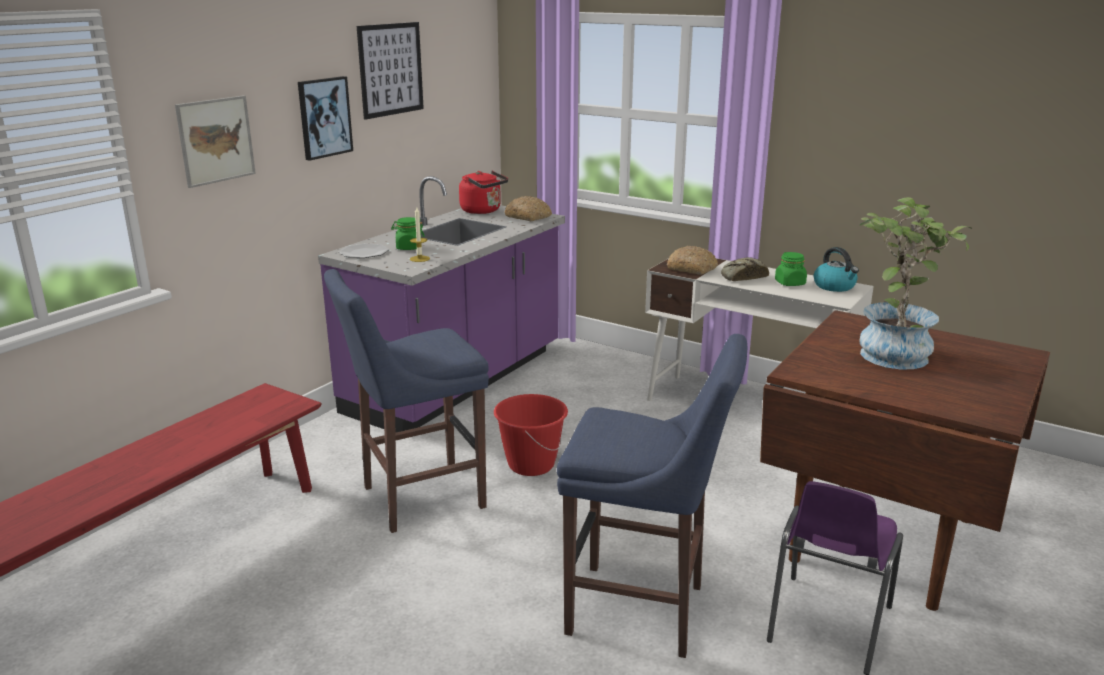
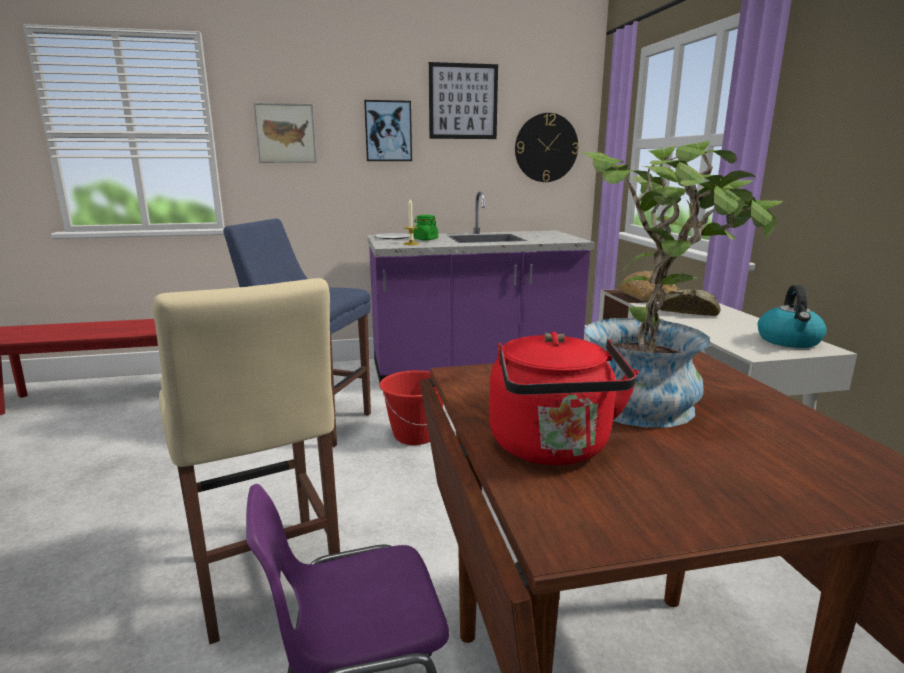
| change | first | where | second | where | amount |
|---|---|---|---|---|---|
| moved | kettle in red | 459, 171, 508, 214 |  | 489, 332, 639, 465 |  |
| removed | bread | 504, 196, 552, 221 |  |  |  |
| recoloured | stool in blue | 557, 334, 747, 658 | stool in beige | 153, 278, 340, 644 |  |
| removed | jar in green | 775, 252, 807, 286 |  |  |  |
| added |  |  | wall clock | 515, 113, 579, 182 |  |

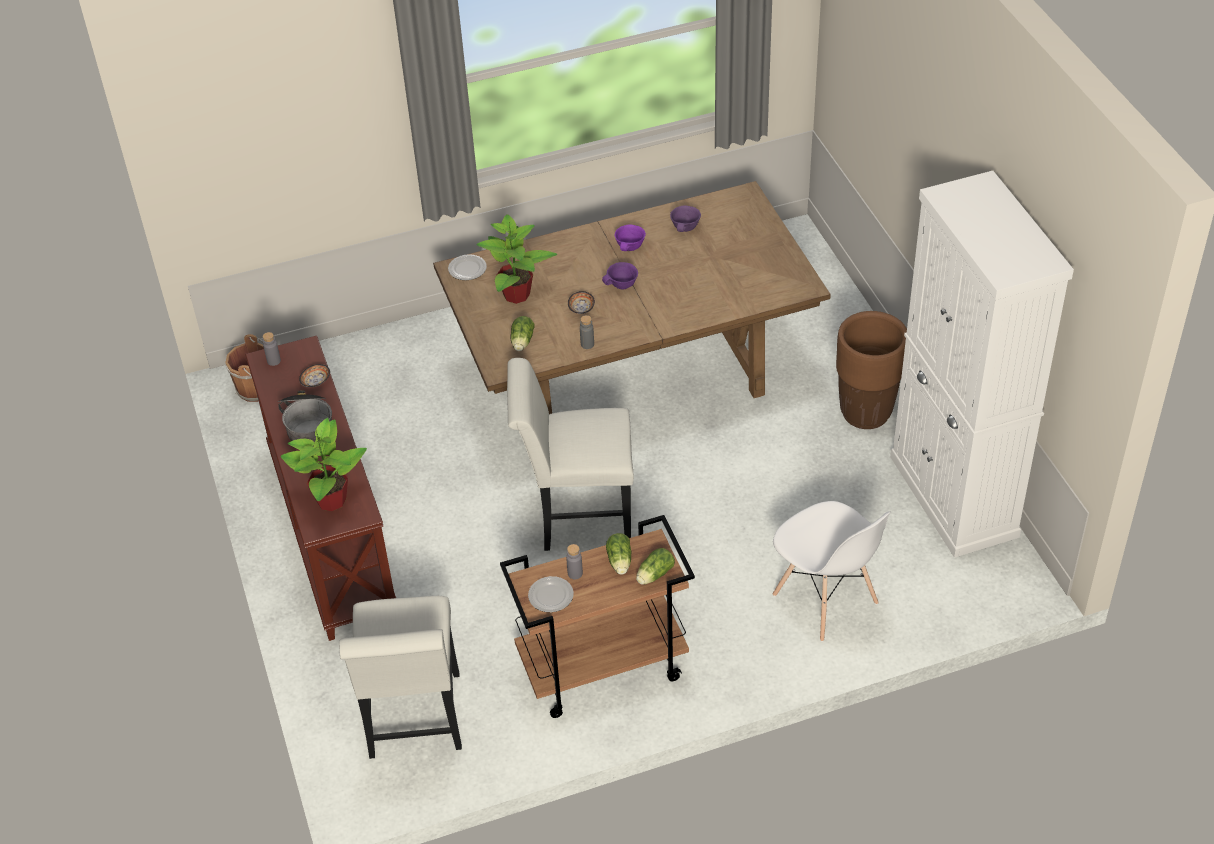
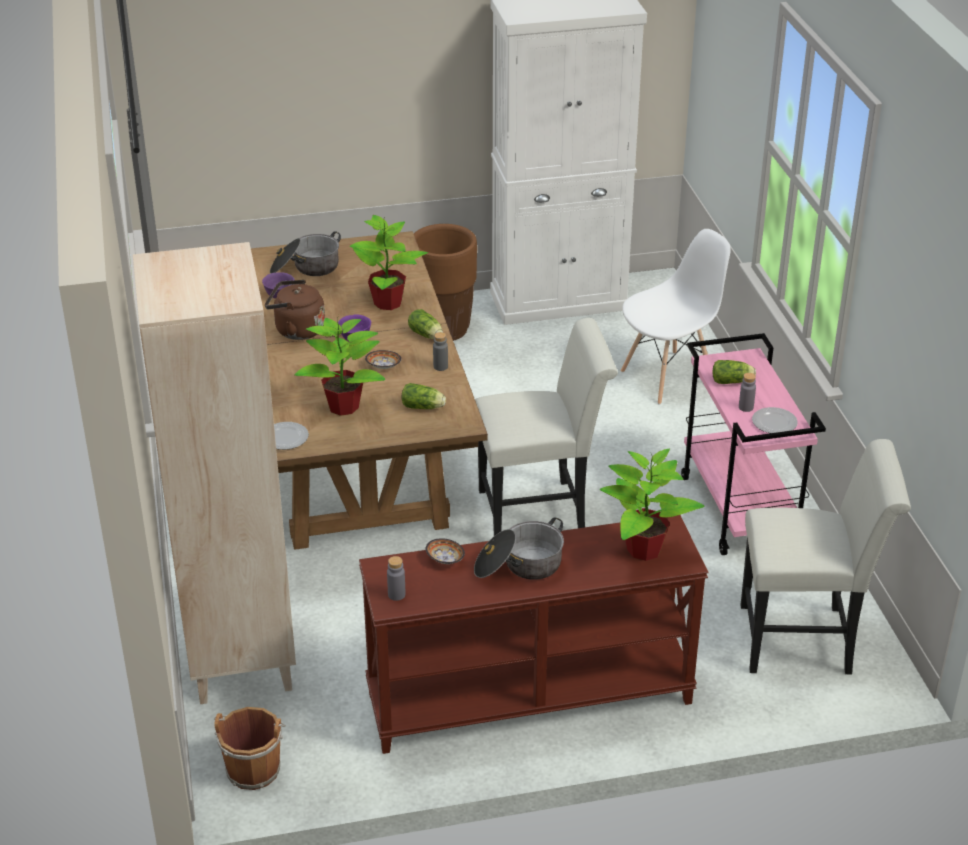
| change | first | where | second | where | amount |
|---|---|---|---|---|---|
| recoloured | cart in brown | 500, 515, 695, 718 | cart in pink | 681, 333, 826, 555 |  |
| turned | chair in white | 507, 358, 634, 551 |  | 475, 318, 618, 536 | 105 degrees counterclockwise |
| replaced | bowl in purple | 614, 225, 646, 251 | kettle in brown | 265, 280, 325, 340 |  |
| moved | lettuce | 636, 548, 675, 585 |  | 408, 309, 443, 339 |  |
| added |  |  | bookcase in beige | 133, 242, 296, 704 |  |
| added |  |  | cooking pot | 270, 232, 341, 276 |  |
| added |  |  | potted plant | 349, 215, 428, 310 |  |

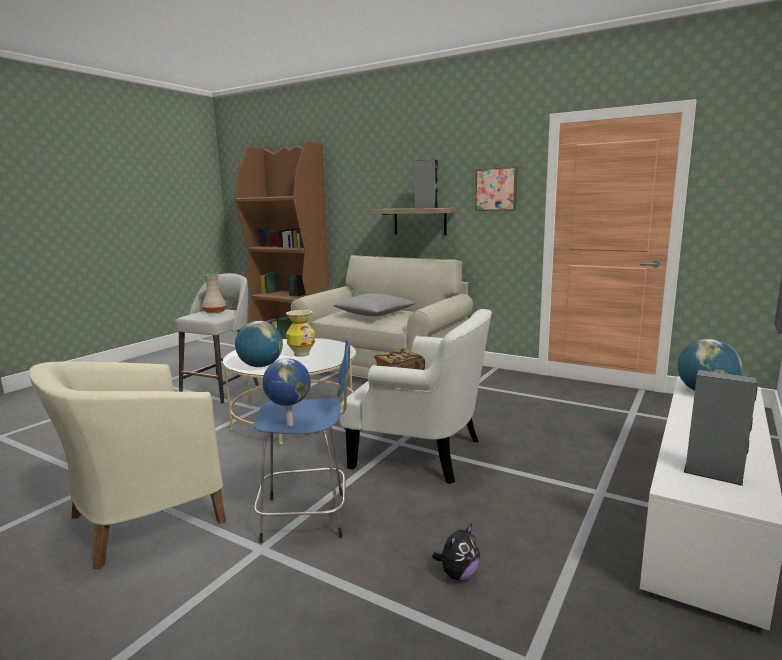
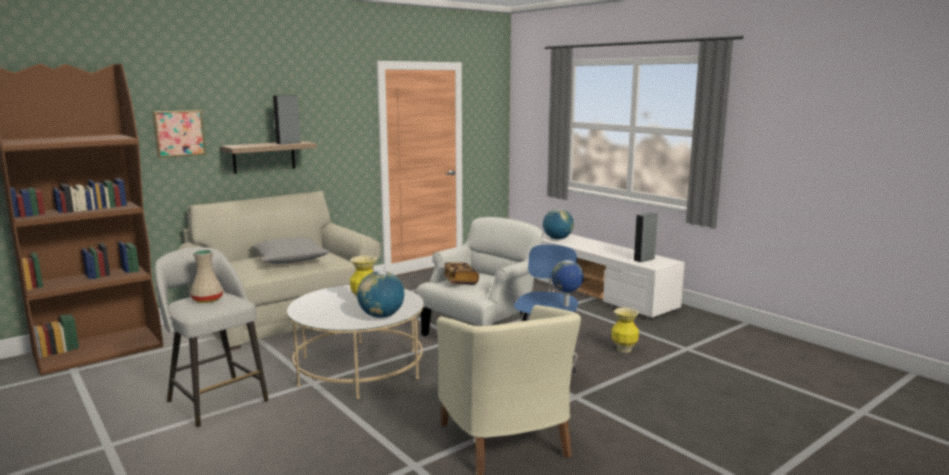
| change | first | where | second | where | amount |
|---|---|---|---|---|---|
| replaced | plush toy | 432, 523, 480, 581 | vase | 611, 308, 639, 353 |  |
| moved | picture | 475, 167, 518, 211 |  | 153, 110, 206, 158 |  |

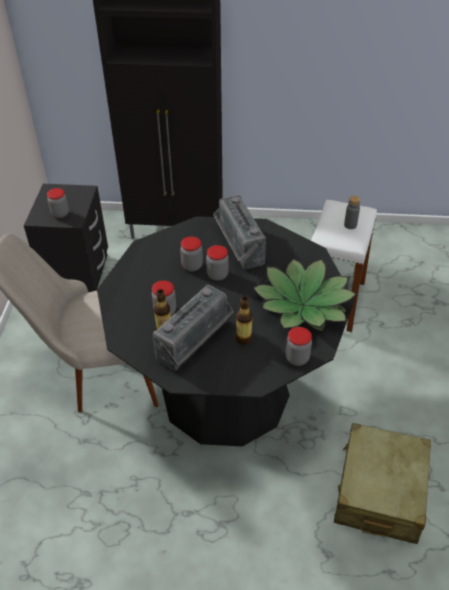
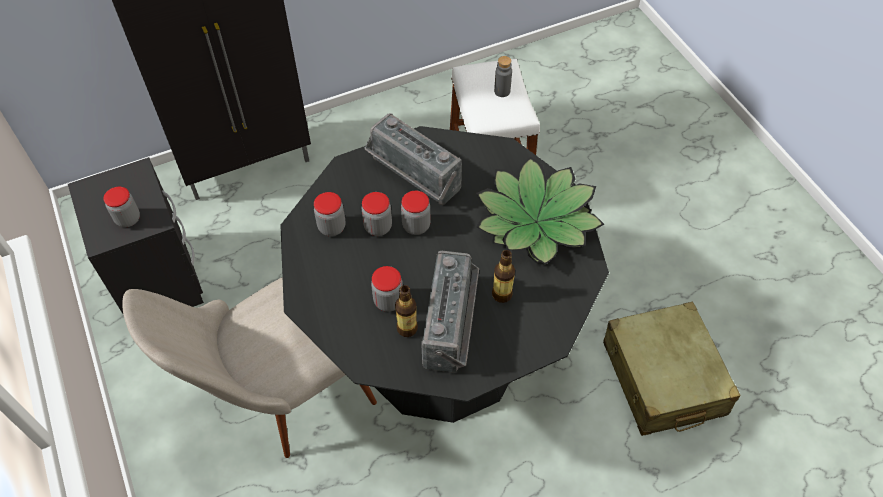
| change | first | where | second | where | amount |
|---|---|---|---|---|---|
| moved | jar | 285, 327, 312, 366 |  | 314, 192, 346, 236 |  |

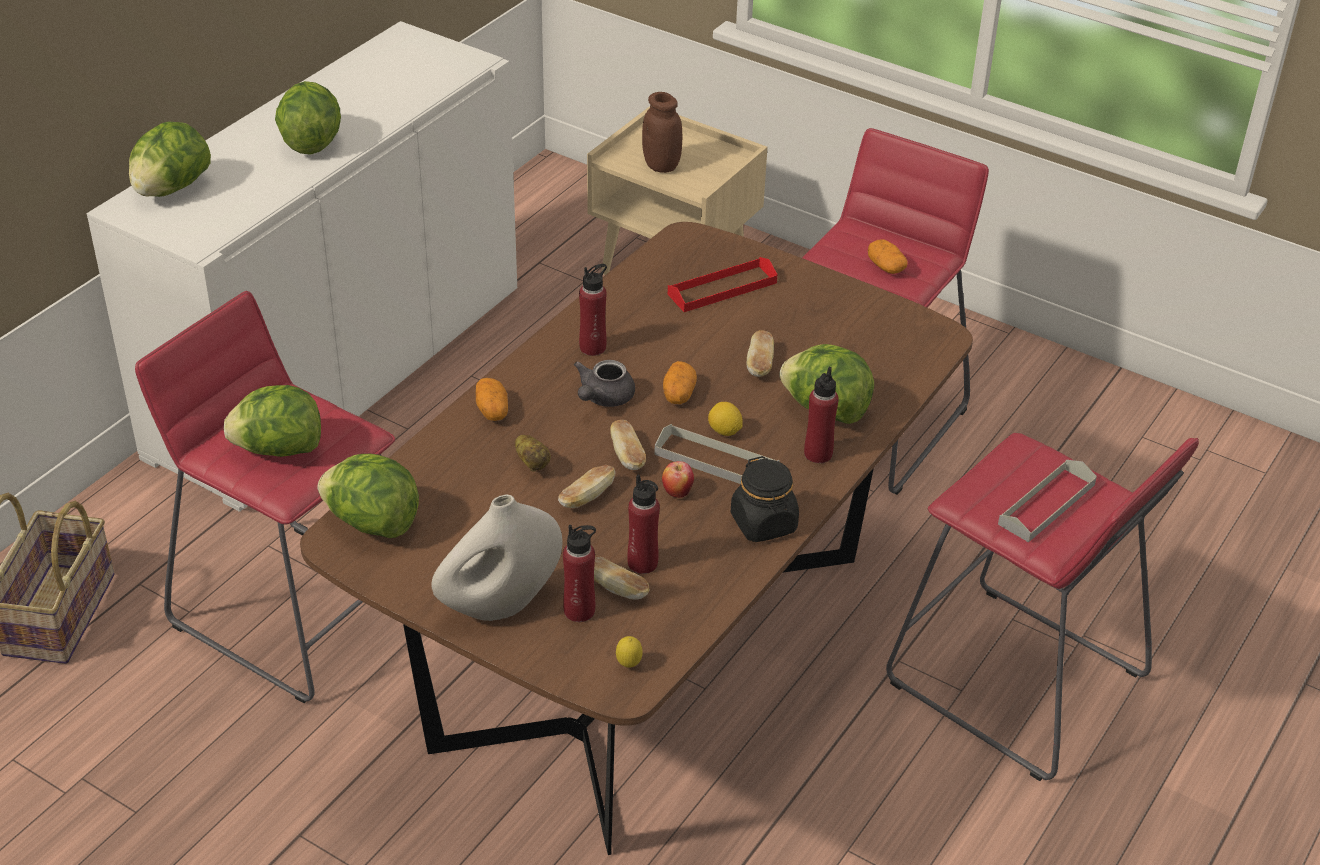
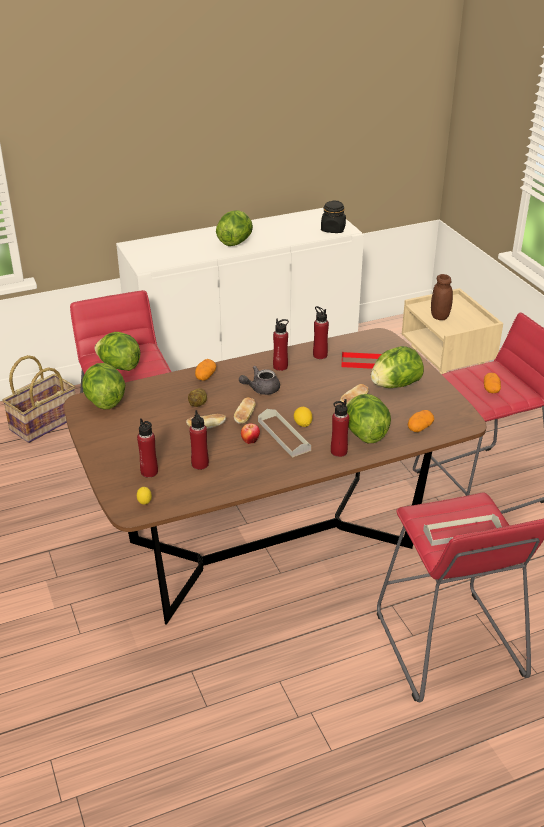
| change | first | where | second | where | amount |
|---|---|---|---|---|---|
| moved | lettuce | 129, 122, 211, 197 |  | 371, 346, 424, 388 |  |
| removed | vase in white | 431, 494, 562, 621 |  |  |  |
| removed | bread | 594, 555, 650, 600 |  |  |  |
| moved | potato | 663, 361, 697, 404 |  | 408, 410, 434, 432 |  |
| moved | jar in black | 731, 456, 799, 542 |  | 321, 200, 346, 233 |  |
| added |  |  | bottle in red | 313, 306, 329, 359 |  |

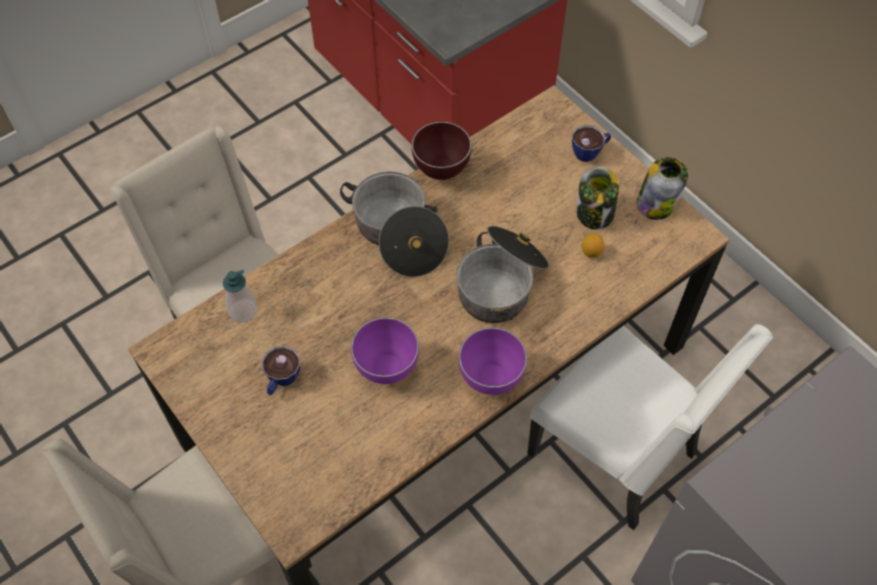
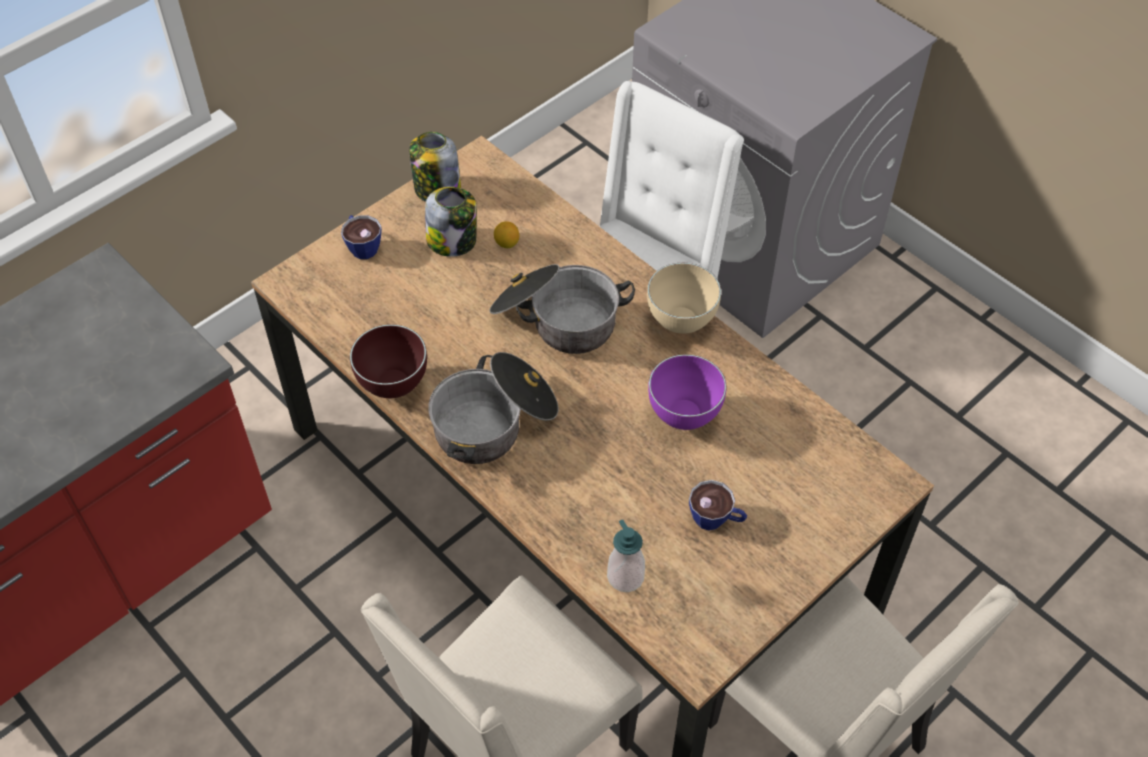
| change | first | where | second | where | amount |
|---|---|---|---|---|---|
| recoloured | bowl in purple | 459, 327, 527, 395 | bowl in beige | 647, 263, 721, 334 |  |

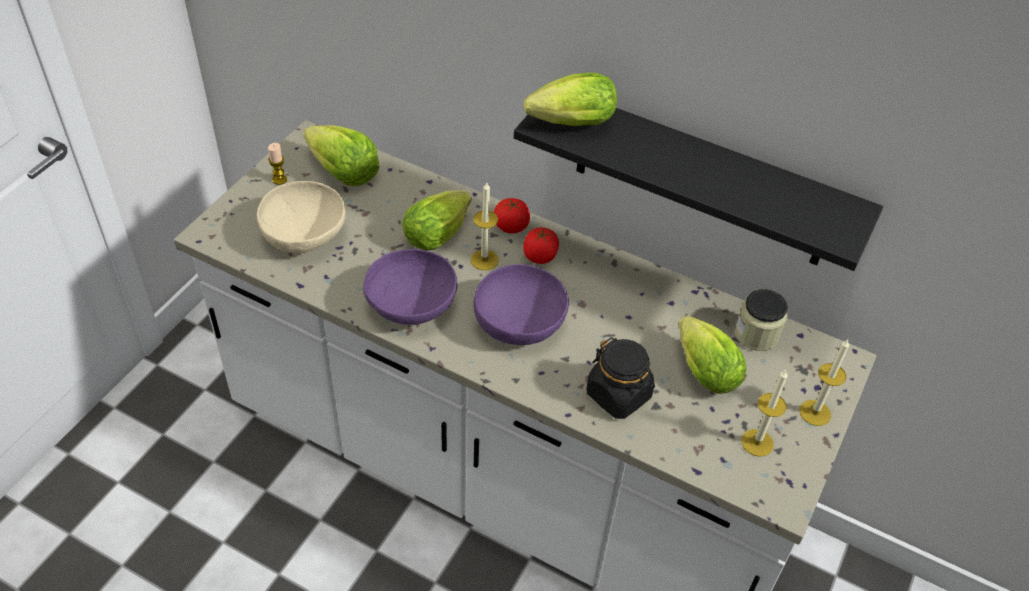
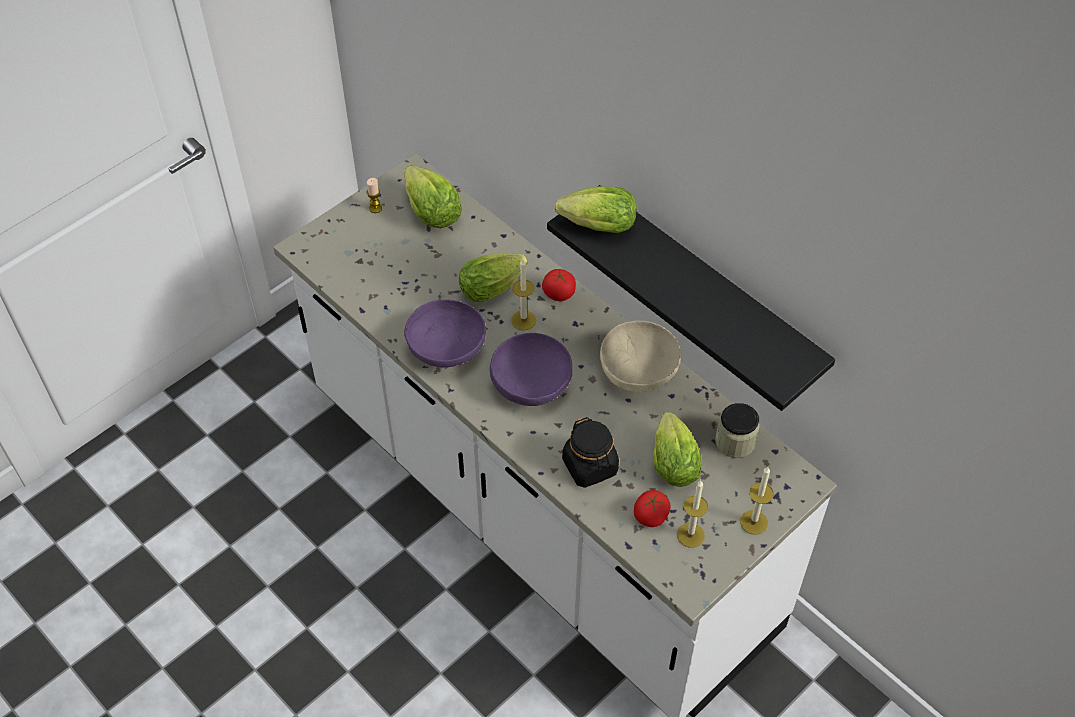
| change | first | where | second | where | amount |
|---|---|---|---|---|---|
| moved | bowl in beige | 257, 181, 345, 253 |  | 600, 321, 681, 392 |  |
| moved | tomato | 523, 227, 559, 264 |  | 634, 490, 671, 527 |  |

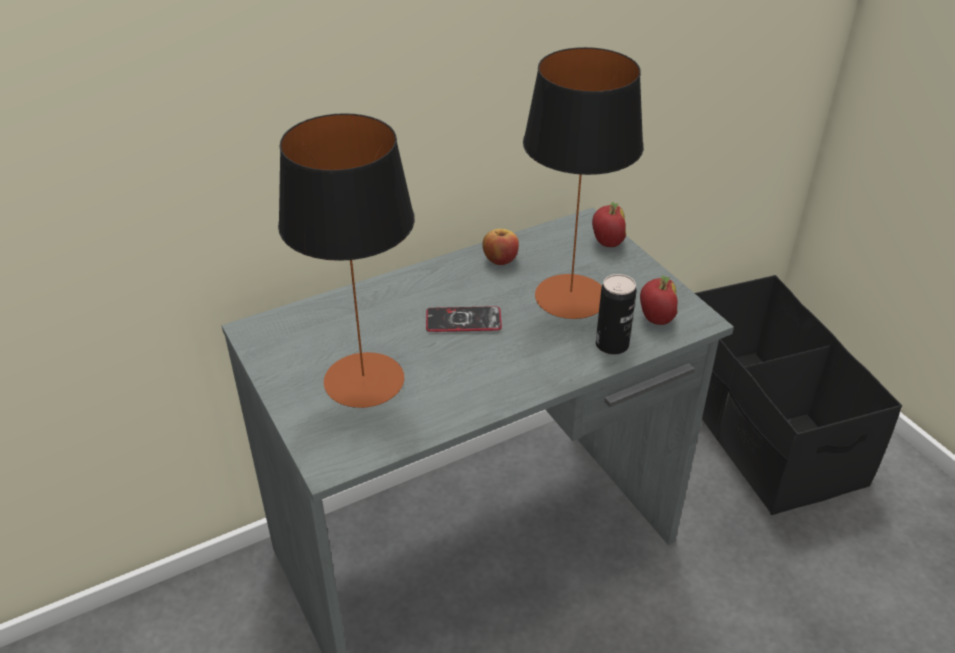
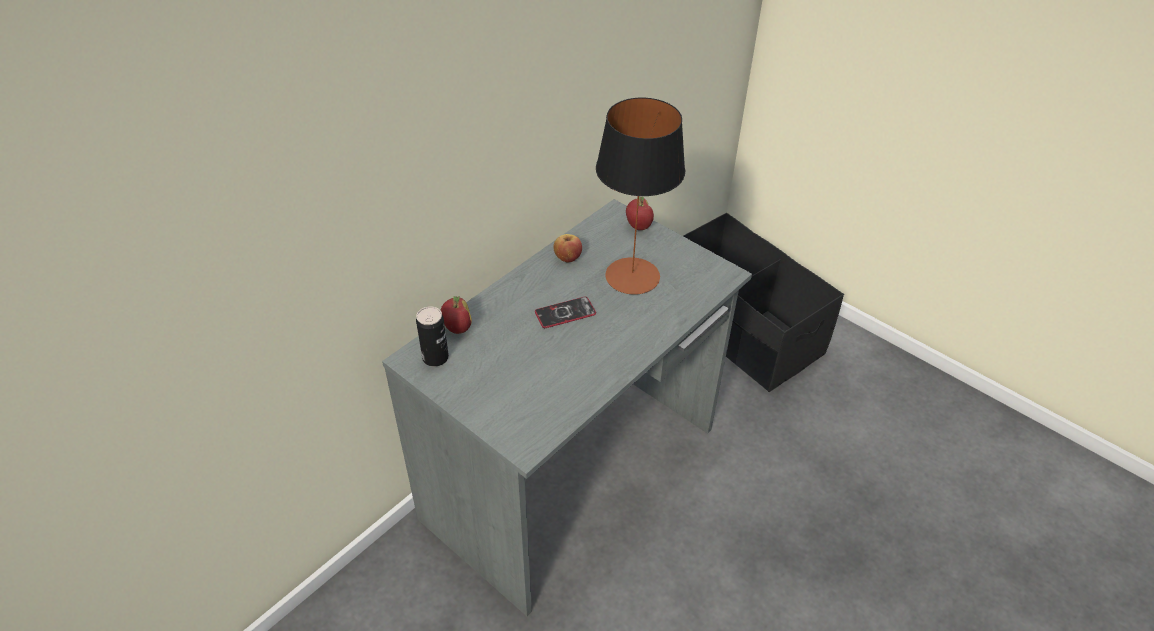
| change | first | where | second | where | amount |
|---|---|---|---|---|---|
| removed | table lamp | 278, 113, 415, 408 |  |  |  |
| moved | can | 596, 274, 637, 355 |  | 416, 306, 449, 367 |  |
| moved | apple | 640, 276, 678, 325 |  | 441, 296, 472, 334 |  |

